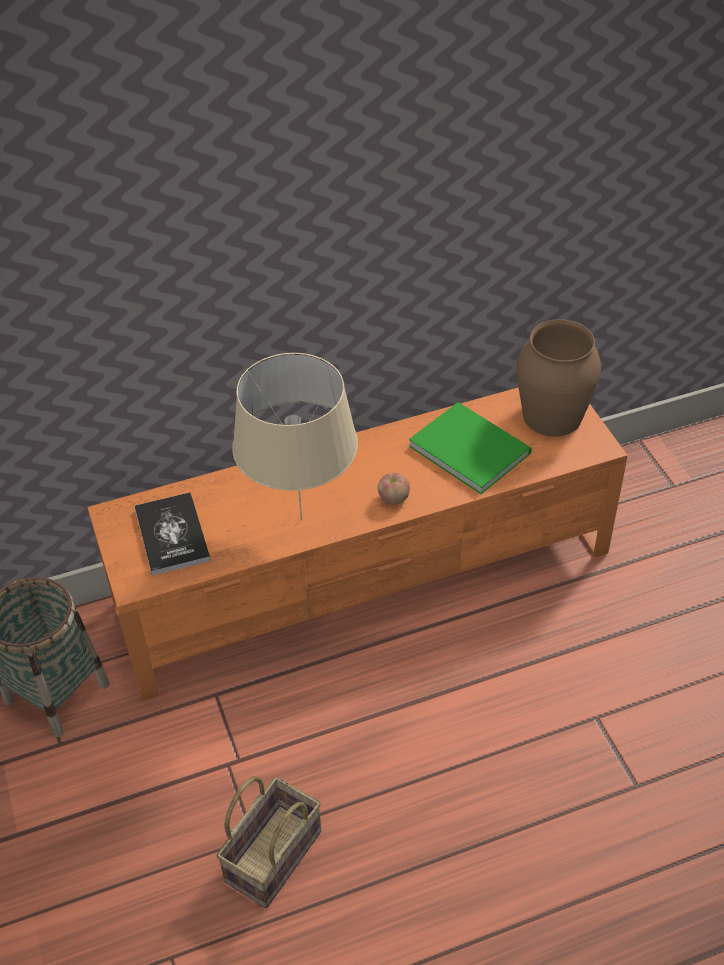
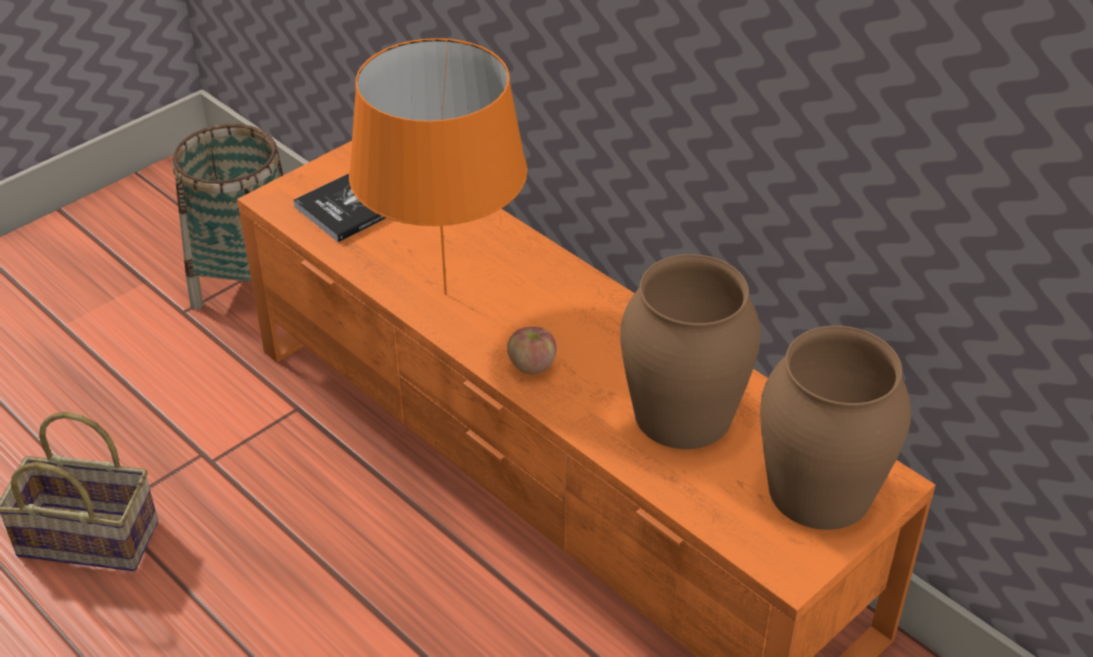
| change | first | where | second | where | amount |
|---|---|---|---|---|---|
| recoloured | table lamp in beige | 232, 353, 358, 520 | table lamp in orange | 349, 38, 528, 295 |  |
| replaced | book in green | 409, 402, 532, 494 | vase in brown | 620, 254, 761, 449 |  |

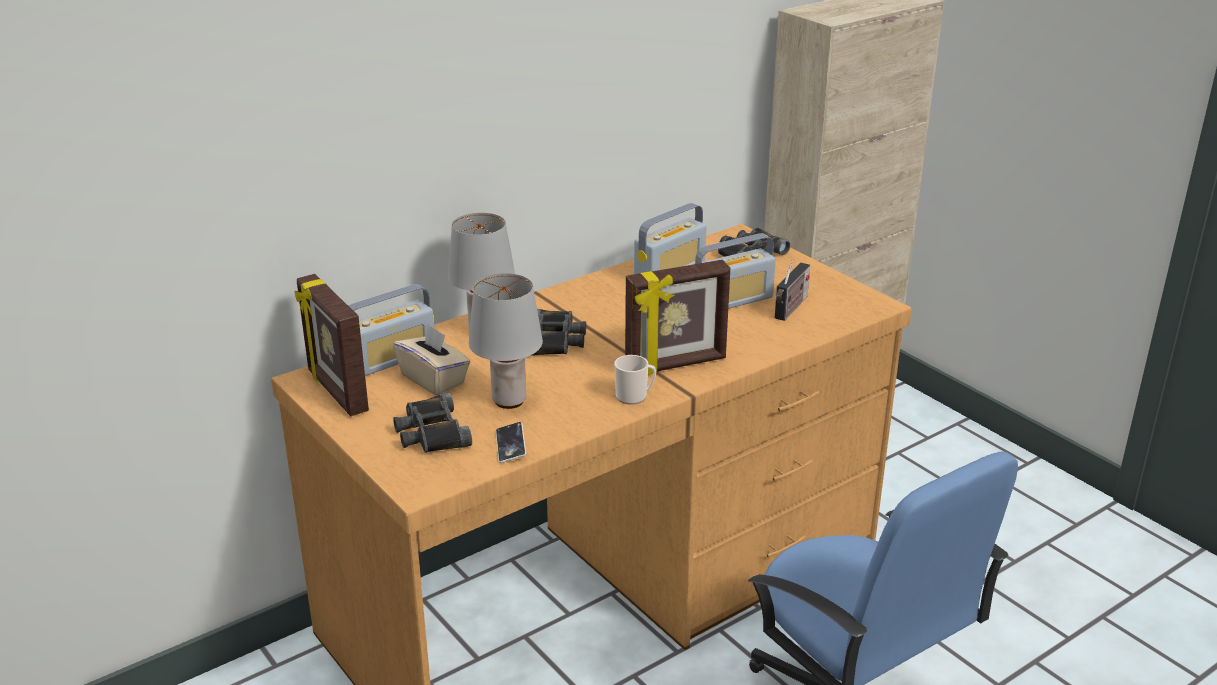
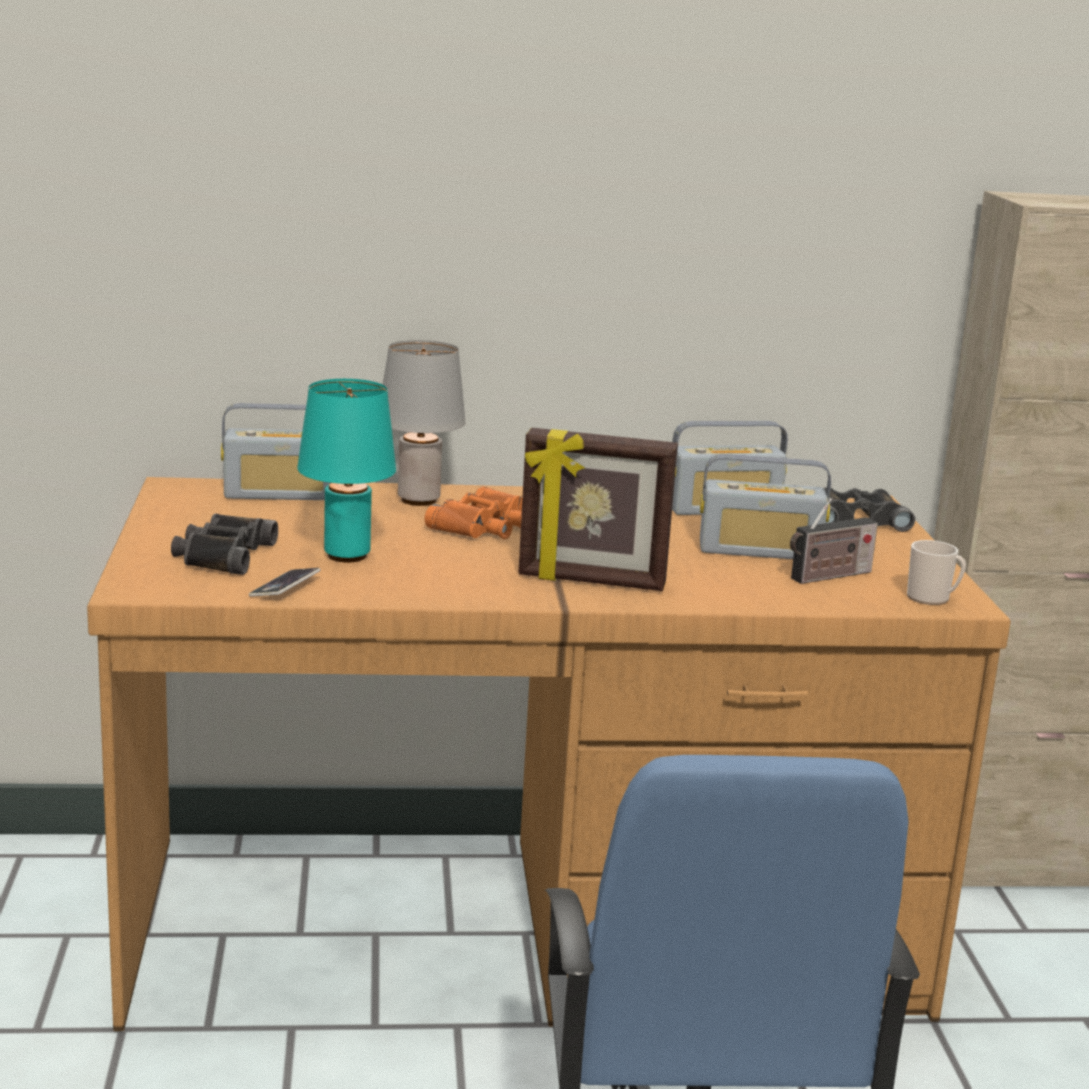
| change | first | where | second | where | amount |
|---|---|---|---|---|---|
| removed | picture frame | 295, 274, 369, 416 |  |  |  |
| removed | tissue box in beige | 393, 324, 470, 396 |  |  |  |
| recoloured | table lamp in grey | 469, 273, 543, 409 | table lamp in turquoise | 297, 379, 396, 563 |  |
| recoloured | binoculars in black | 530, 309, 586, 356 | binoculars in orange | 425, 486, 522, 539 |  |
| moved | mug | 614, 355, 656, 405 |  | 907, 540, 966, 605 |  |

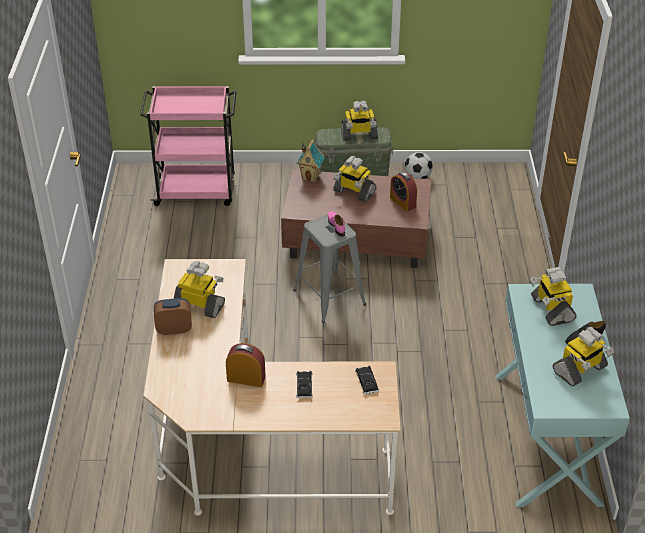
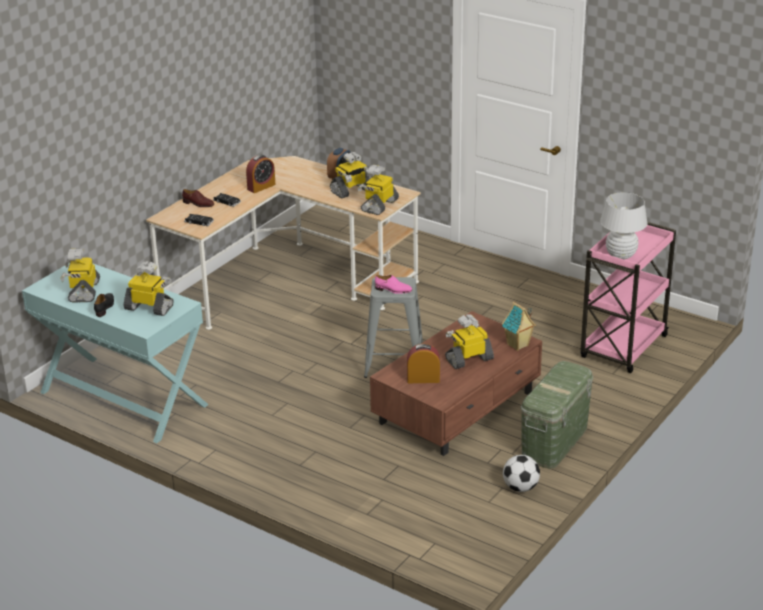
| change | first | where | second | where | amount |
|---|---|---|---|---|---|
| moved | toy robot | 341, 100, 378, 141 |  | 357, 165, 399, 215 |  |
| added |  |  | shoe in brown | 182, 189, 214, 207 |  |
| added |  |  | table lamp in white | 600, 192, 647, 259 |  |

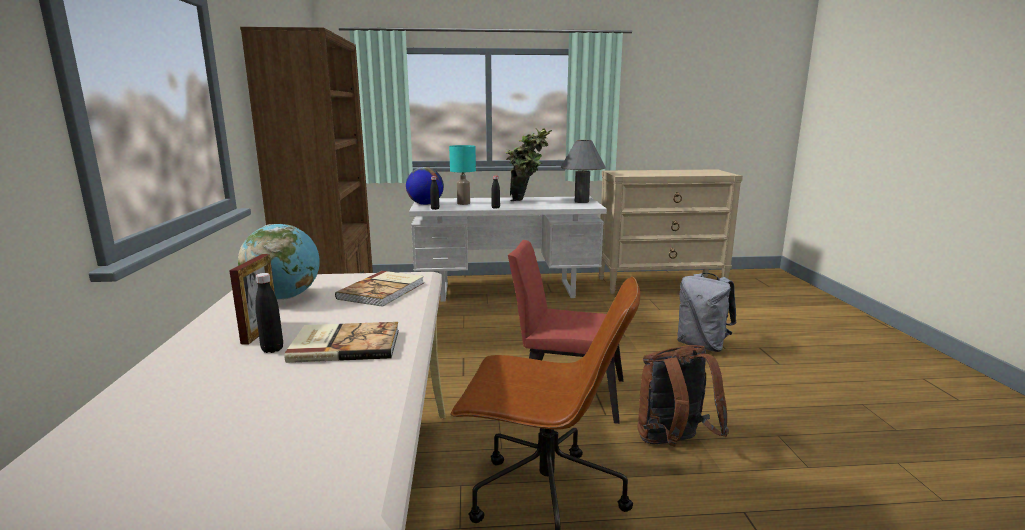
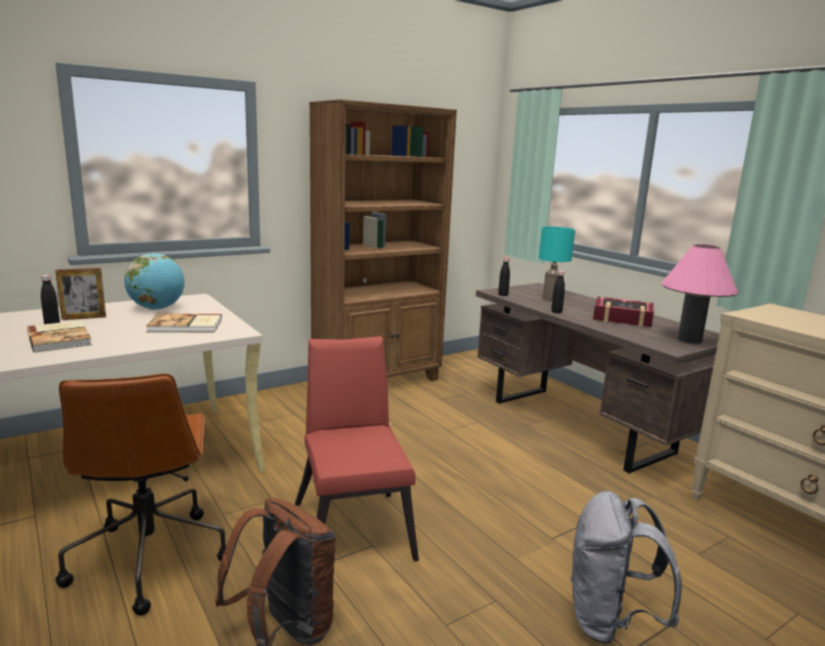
| change | first | where | second | where | amount |
|---|---|---|---|---|---|
| removed | globe | 406, 167, 444, 205 |  |  |  |
| recoloured | desk in white | 409, 196, 607, 302 | desk in brown | 476, 283, 720, 474 |  |
| replaced | potted plant | 506, 128, 552, 201 | book | 593, 297, 654, 327 |  |
| recoloured | table lamp in grey | 561, 140, 606, 203 | table lamp in pink | 662, 244, 738, 344 |  |

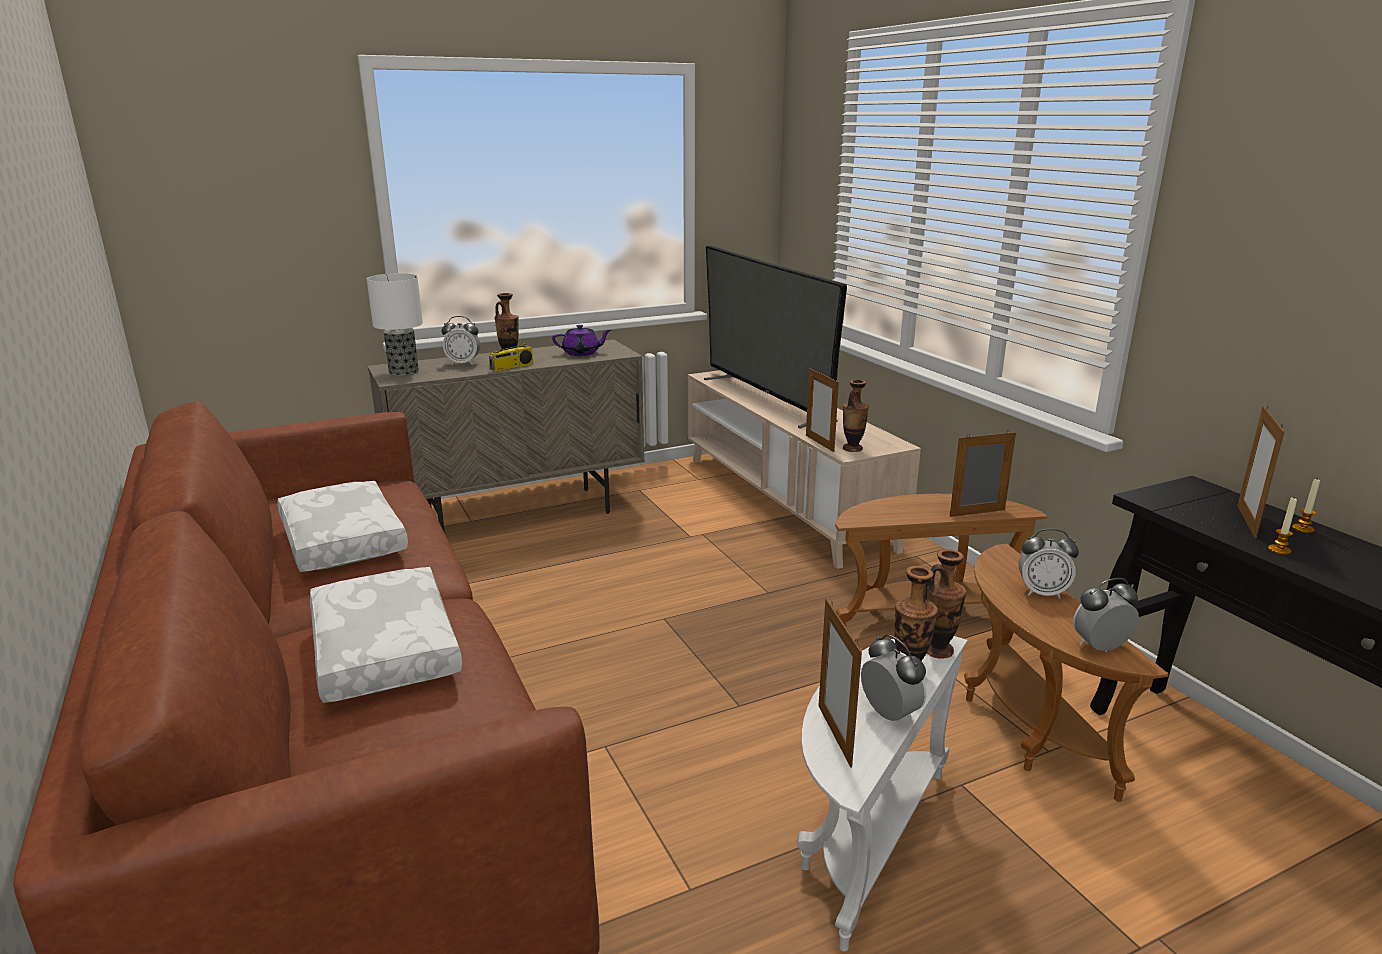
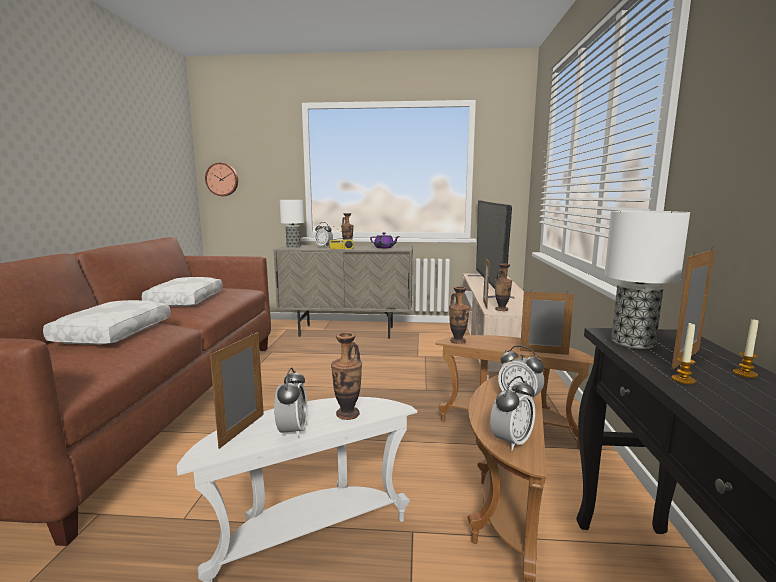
| change | first | where | second | where | amount |
|---|---|---|---|---|---|
| moved | vase | 926, 549, 967, 659 |  | 449, 286, 470, 344 |  |
| turned | alarm clock | 1073, 578, 1139, 652 |  | 490, 376, 535, 451 | 120 degrees clockwise |
| added |  |  | wall clock | 205, 163, 238, 196 |  |
| added |  |  | table lamp | 604, 211, 690, 349 |  |

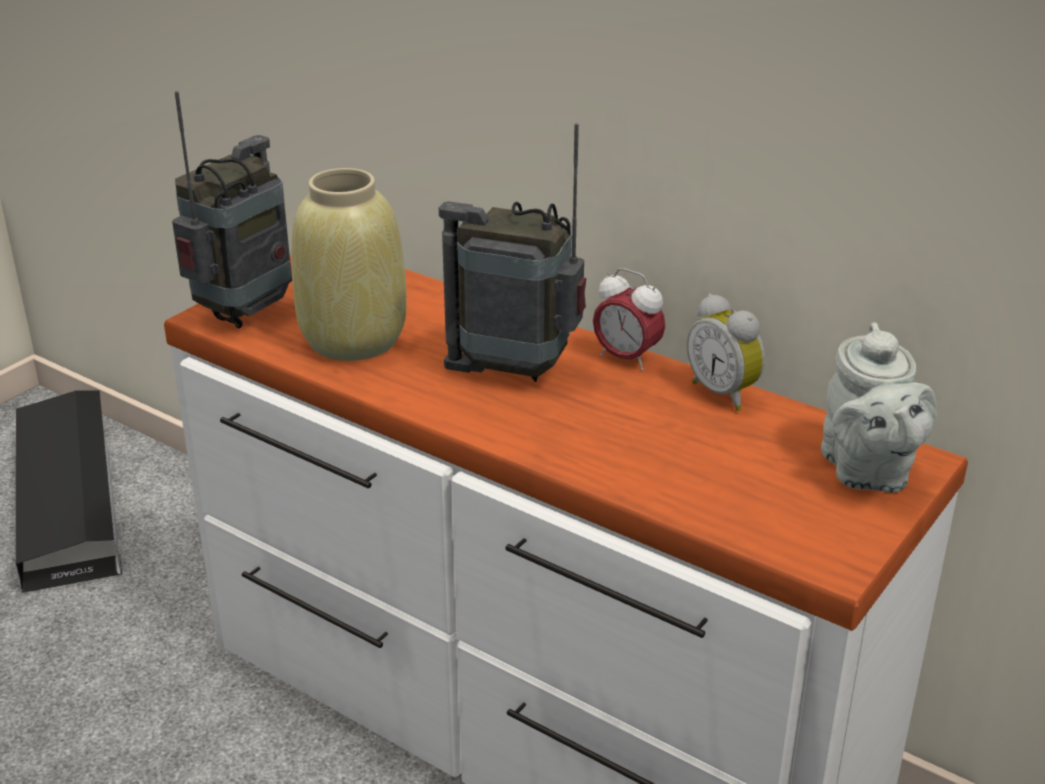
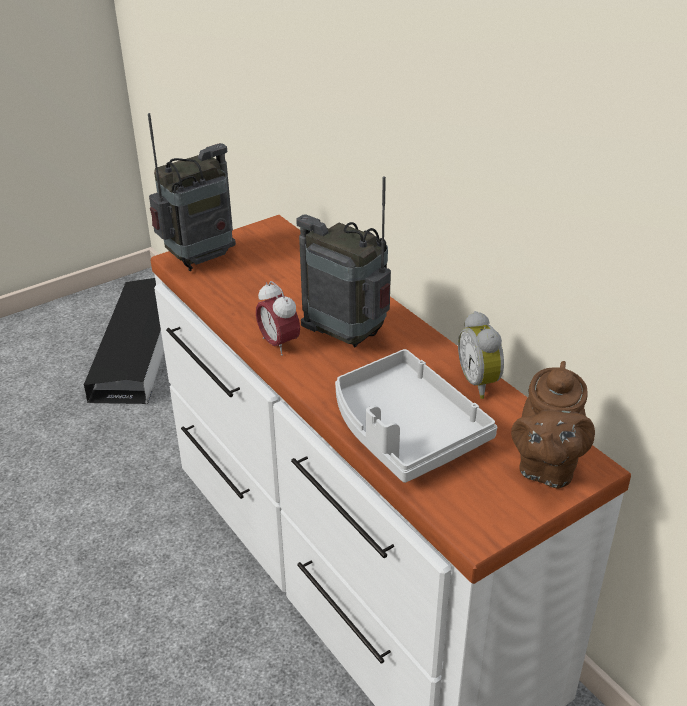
| change | first | where | second | where | amount |
|---|---|---|---|---|---|
| removed | vase in beige | 291, 168, 407, 361 |  |  |  |
| moved | alarm clock | 593, 268, 666, 371 |  | 256, 281, 300, 356 |  |
| recoloured | teapot in grey | 821, 322, 937, 493 | teapot in brown | 511, 361, 595, 488 |  |
| added |  |  | tray in grey | 335, 349, 497, 483 |  |

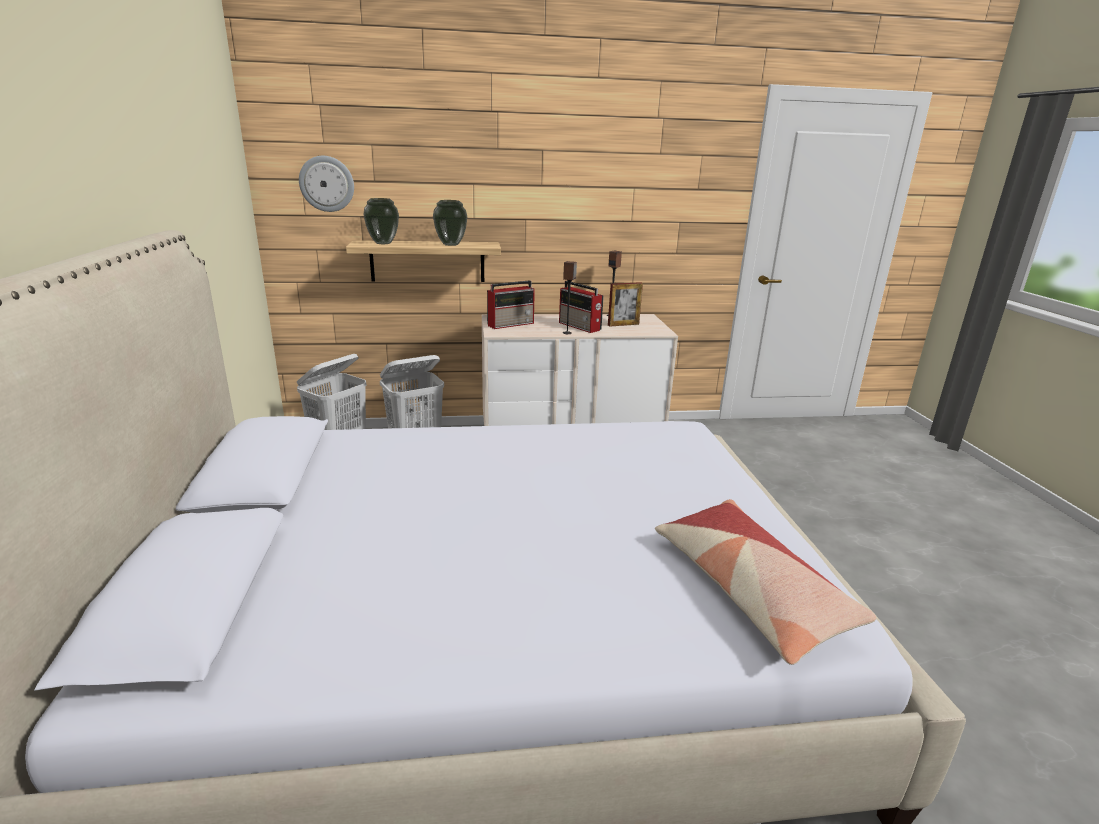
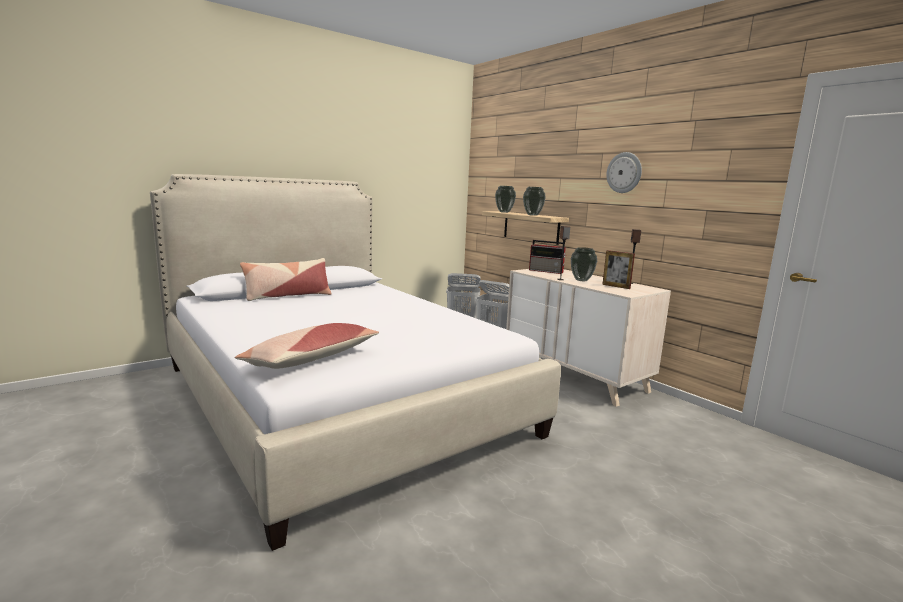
| change | first | where | second | where | amount |
|---|---|---|---|---|---|
| moved | wall clock | 299, 156, 354, 212 |  | 606, 152, 642, 193 |  |
| replaced | radio | 559, 281, 604, 333 | vase | 571, 247, 597, 281 |  |
| added |  |  | pillow | 240, 258, 332, 301 |  |

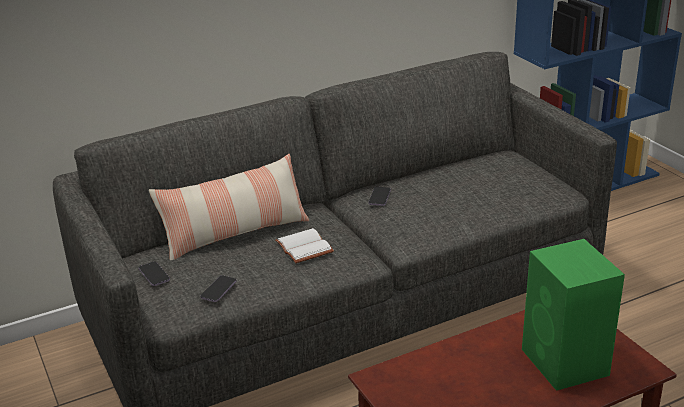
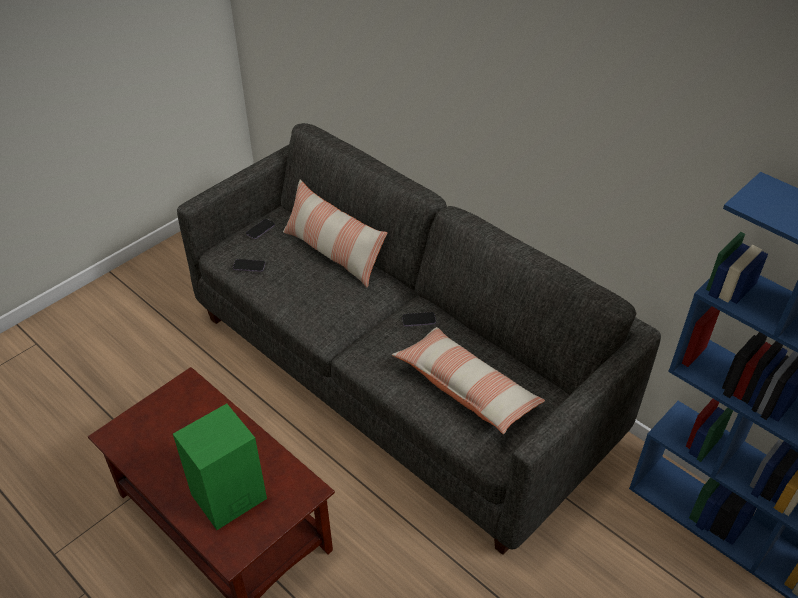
| change | first | where | second | where | amount |
|---|---|---|---|---|---|
| removed | book in white | 275, 228, 334, 263 |  |  |  |
| added |  |  | pillow | 392, 327, 545, 434 |  |

